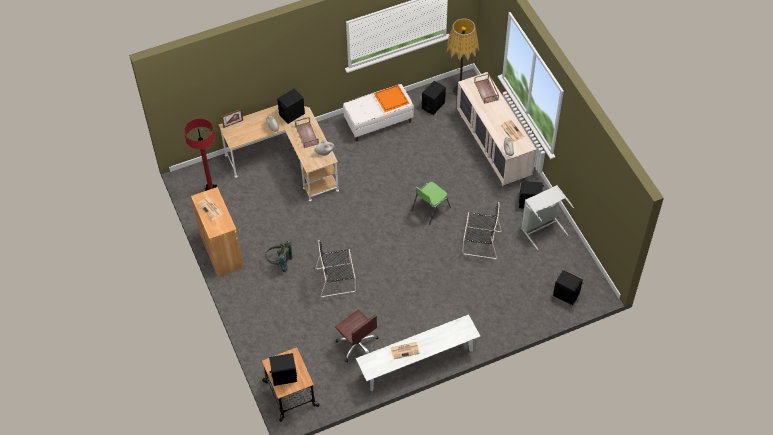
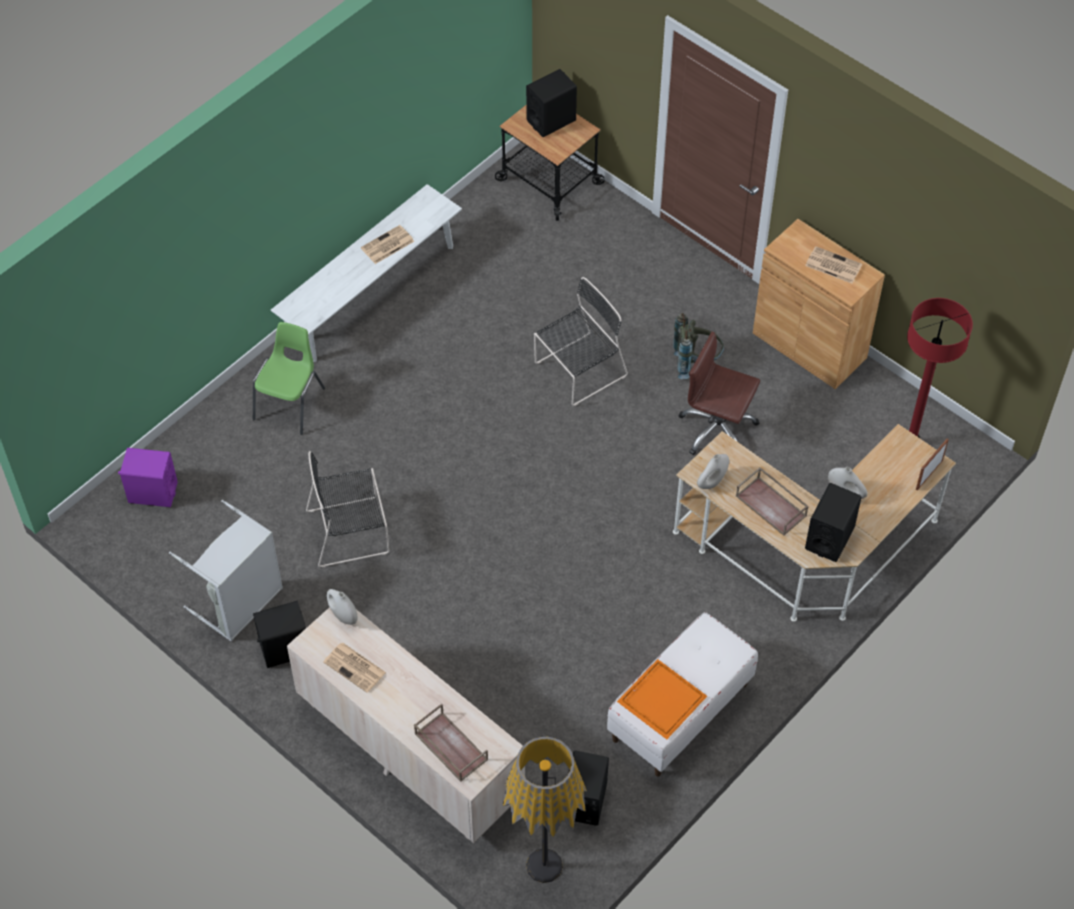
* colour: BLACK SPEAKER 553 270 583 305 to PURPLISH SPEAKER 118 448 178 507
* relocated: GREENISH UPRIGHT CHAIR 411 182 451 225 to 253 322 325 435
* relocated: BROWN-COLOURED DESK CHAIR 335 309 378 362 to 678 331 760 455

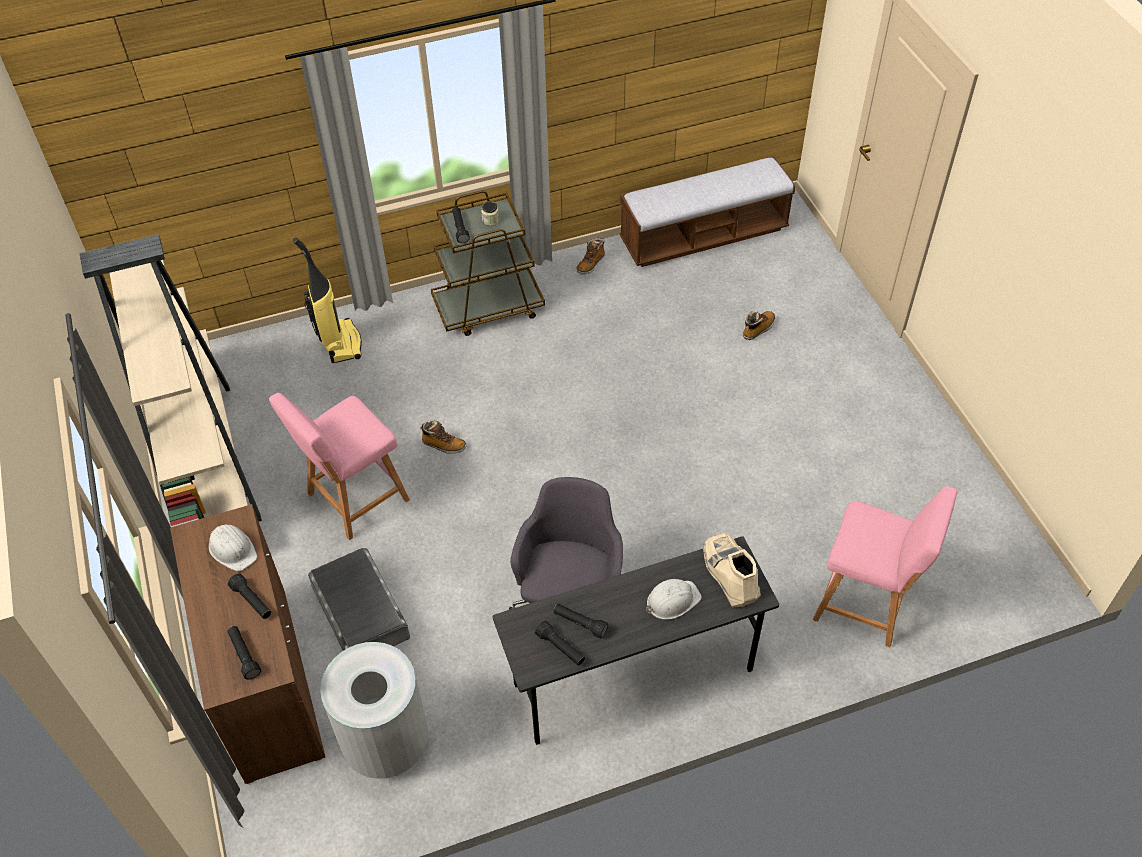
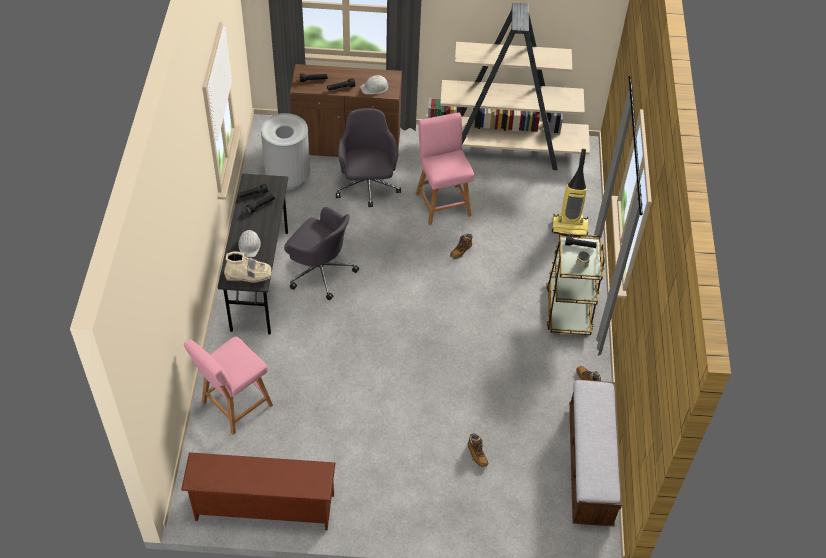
* appeared: BROWN-COLOURED SHOE RACK 181 452 335 530
* exchanged: GRAY STORAGE BIN 308 548 410 651 to GRAY DESK CHAIR 336 108 401 207

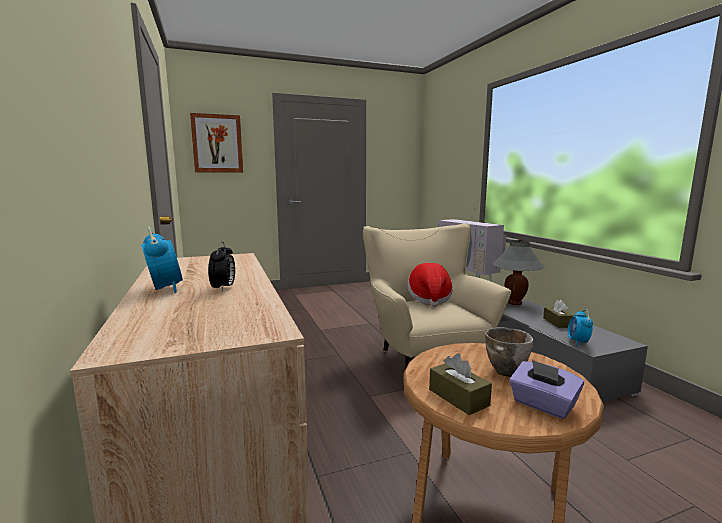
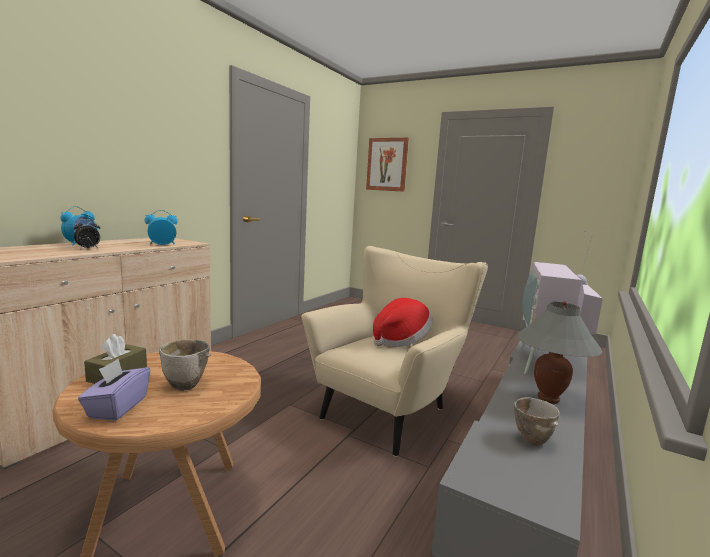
* relocated: TABLE CLOCK 568 310 593 346 to 145 210 178 245
* exchanged: BROWN-COLOURED TISSUE HOLDER 543 300 573 328 to BOWL 514 398 560 446

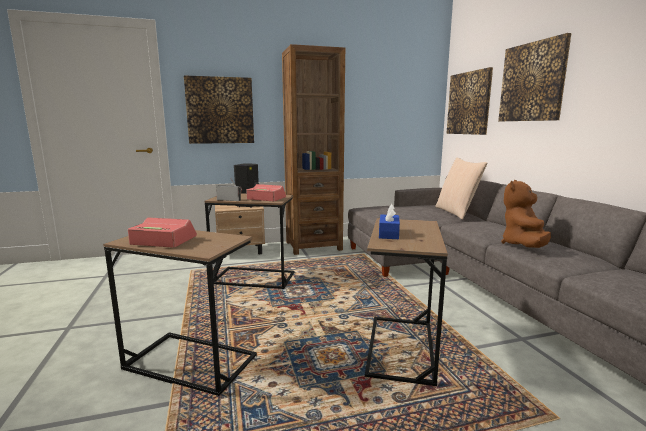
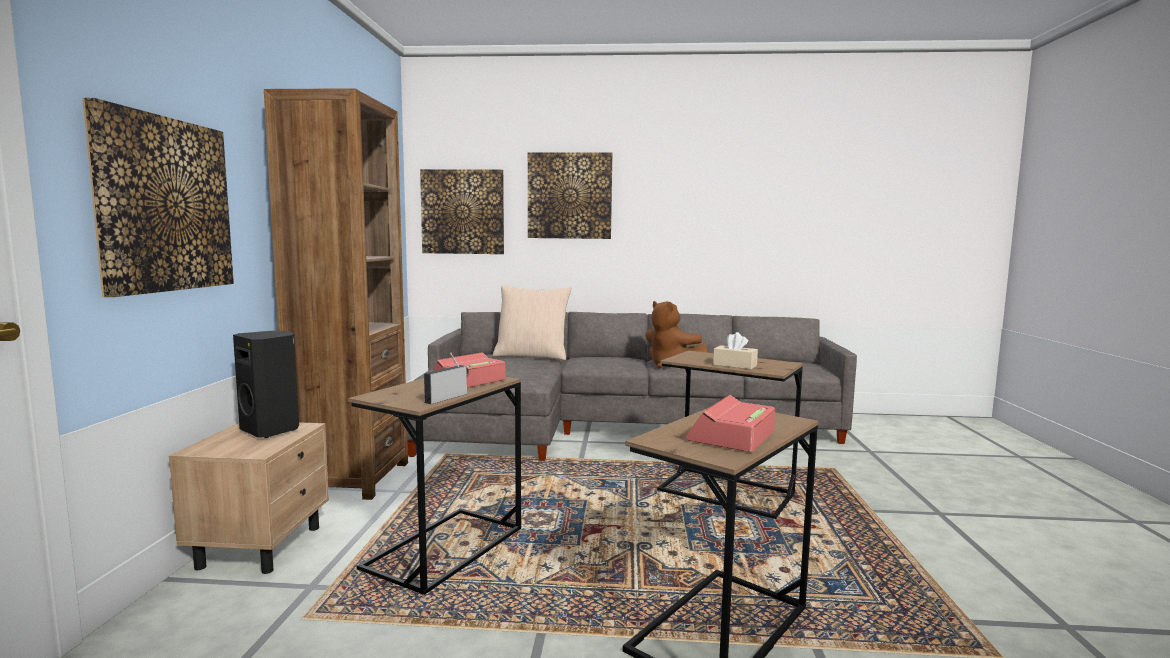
* colour: BLUISH TISSUE HOLDER 379 204 400 239 to BEIGE TISSUE HOLDER 713 332 758 369

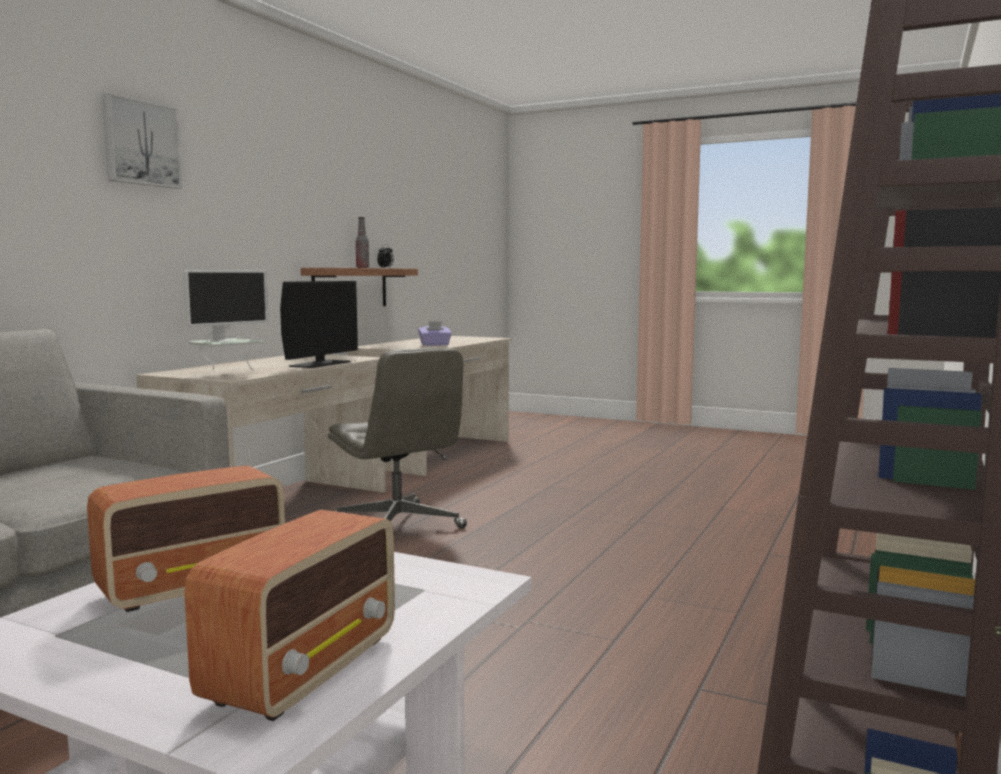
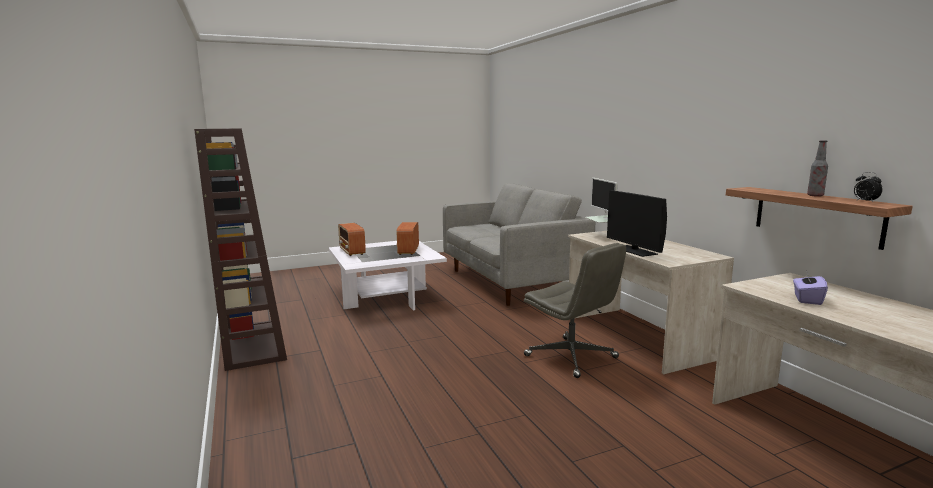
* spun: GRAY DESK CHAIR 328 348 467 529 = 524 243 626 378 135 degrees counterclockwise
* missing: WALL ART 102 93 182 189

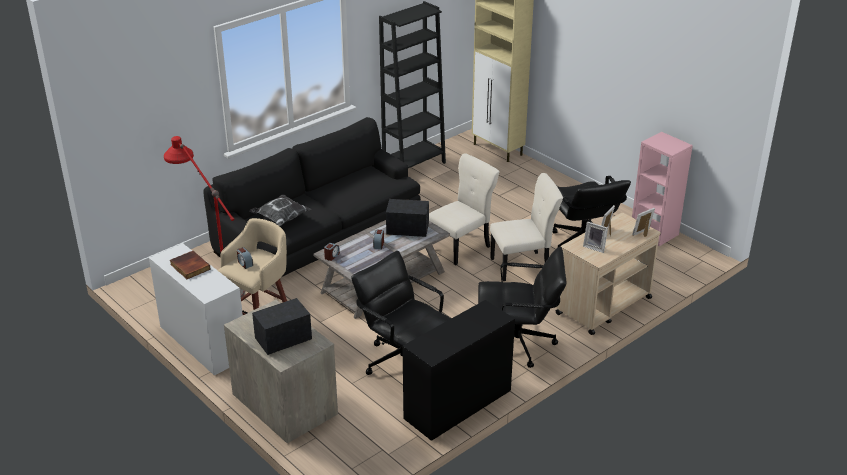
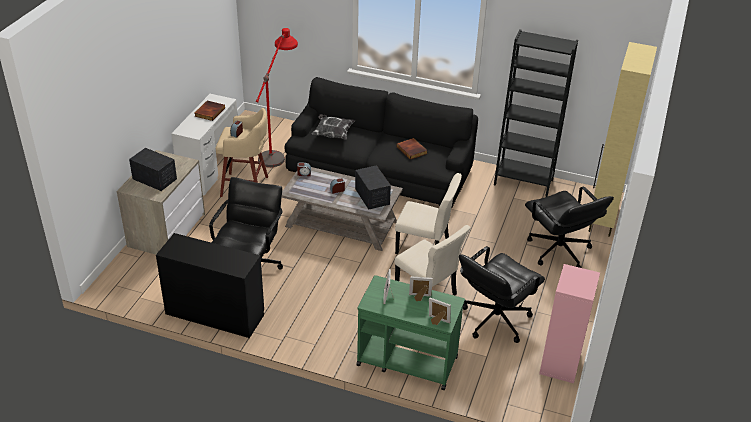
* colour: BEIGE CART 555 213 661 335 to GREENISH CART 356 275 465 390
* appeared: VOLUME 396 138 428 160
* relocated: BLACK DESK CHAIR 478 247 566 368 to 525 187 614 268

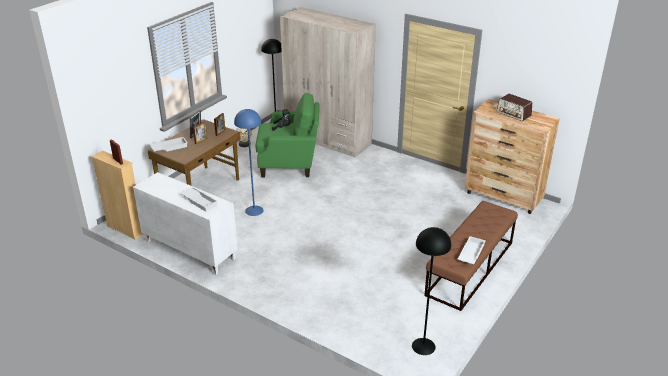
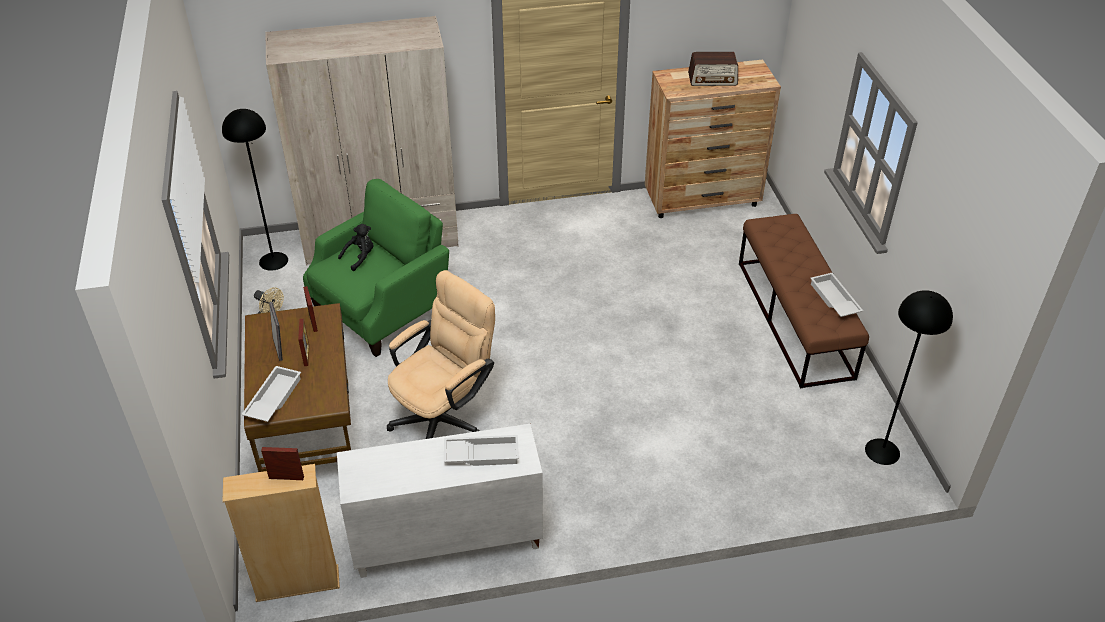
* exchanged: BLUISH STANDARD LAMP 234 109 264 216 to BEIGE DESK CHAIR 387 270 495 439

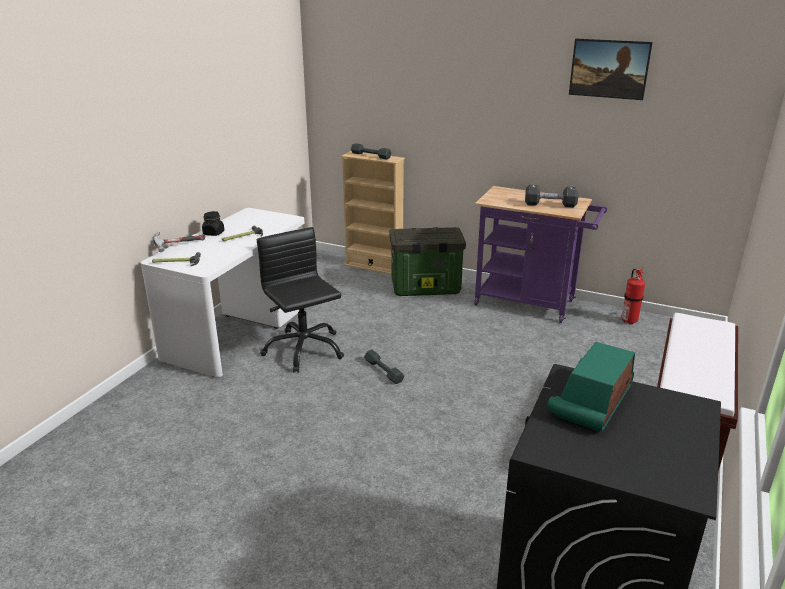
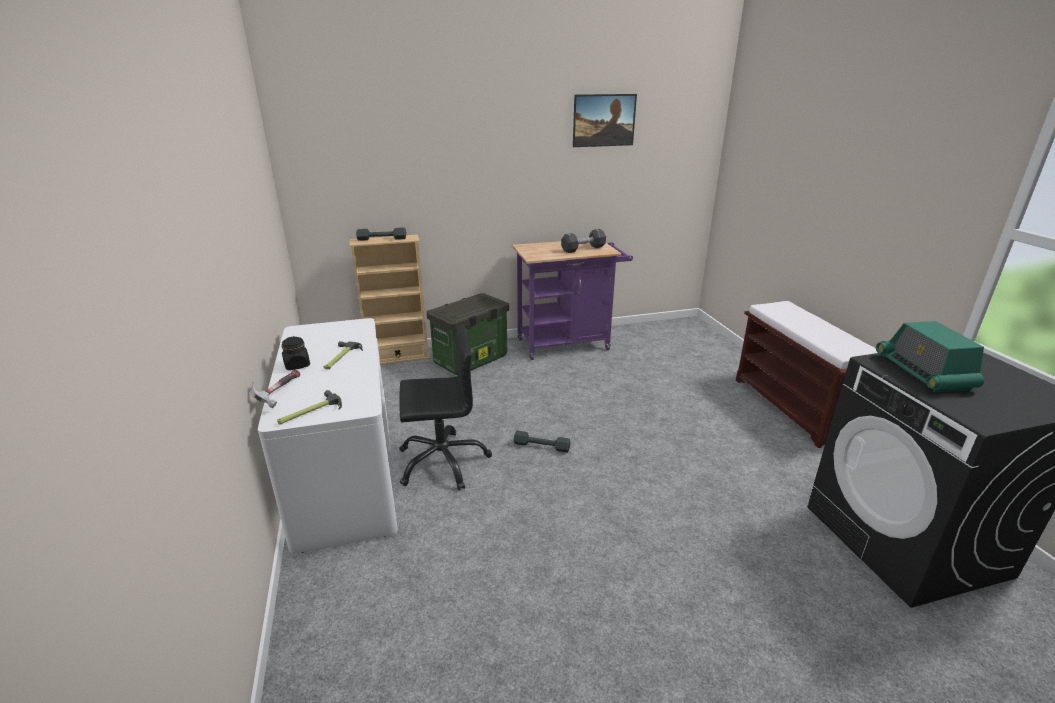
* spun: BLACK DESK CHAIR 257 227 344 373 = 399 324 492 490 150 degrees clockwise
* missing: EXTINGUISHER 621 267 645 324

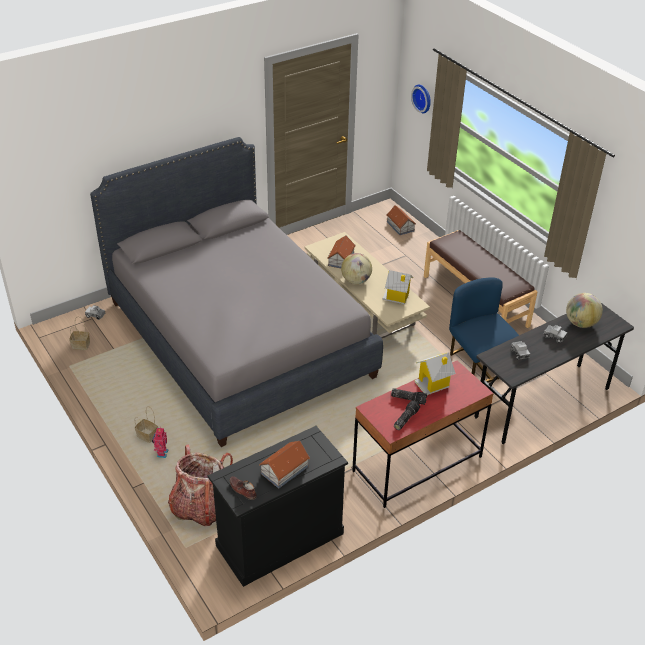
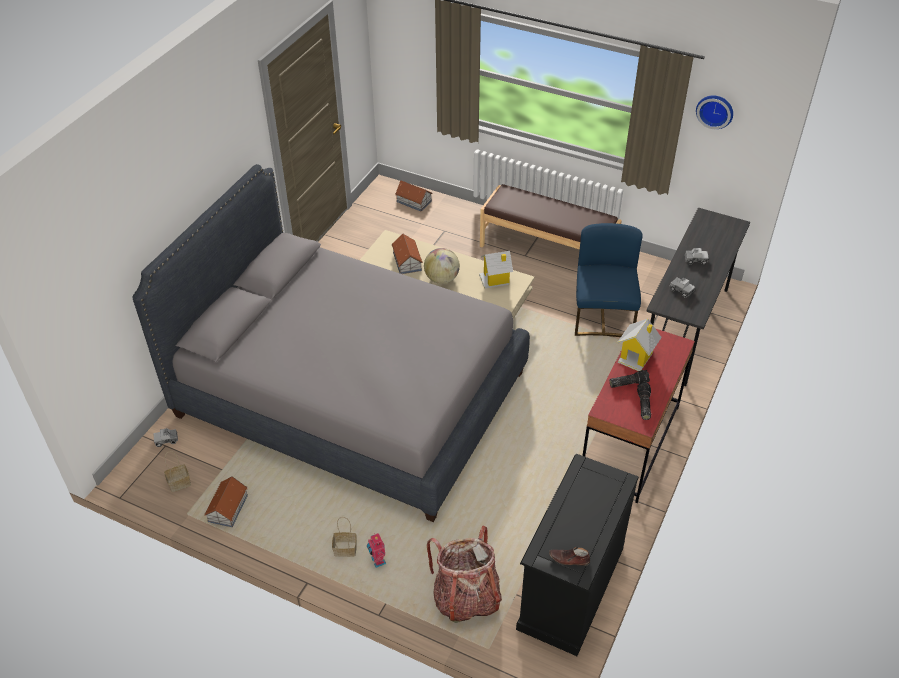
* relocated: MODEL HOUSE 259 441 310 489 to 204 476 248 527
* spun: BLUISH UPRIGHT CHAIR 449 277 519 382 = 575 223 643 337 60 degrees clockwise
* relocated: HANGING CLOCK 411 85 431 113 to 696 95 733 129
* missing: GLOBE 566 293 603 328

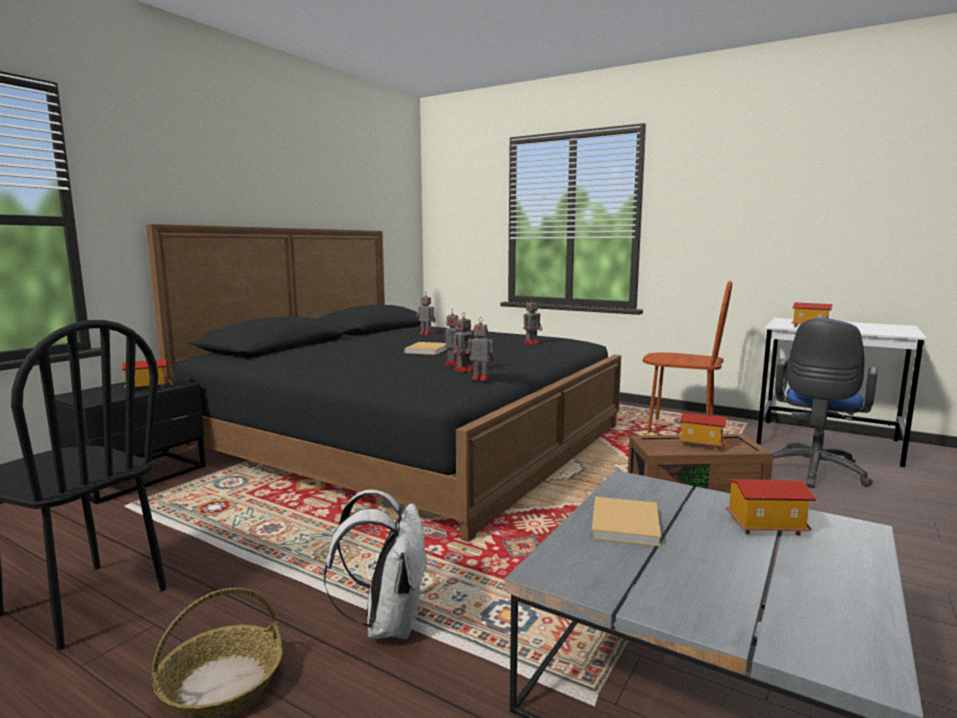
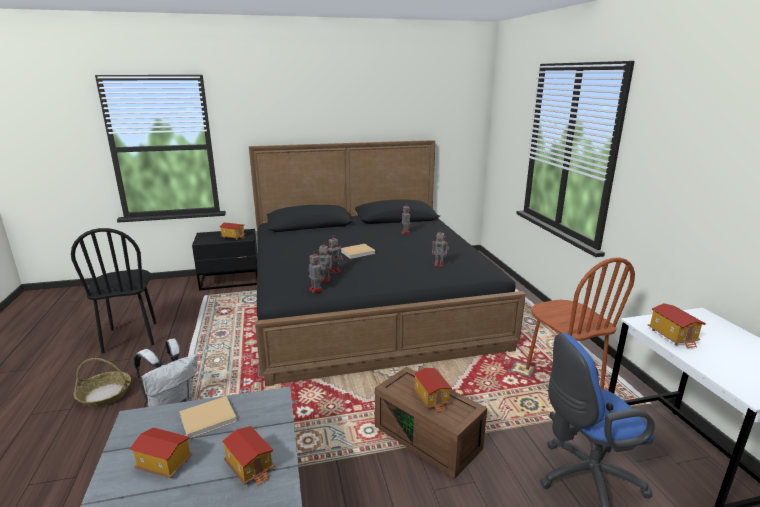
* appeared: MODEL HOUSE 129 427 193 478

